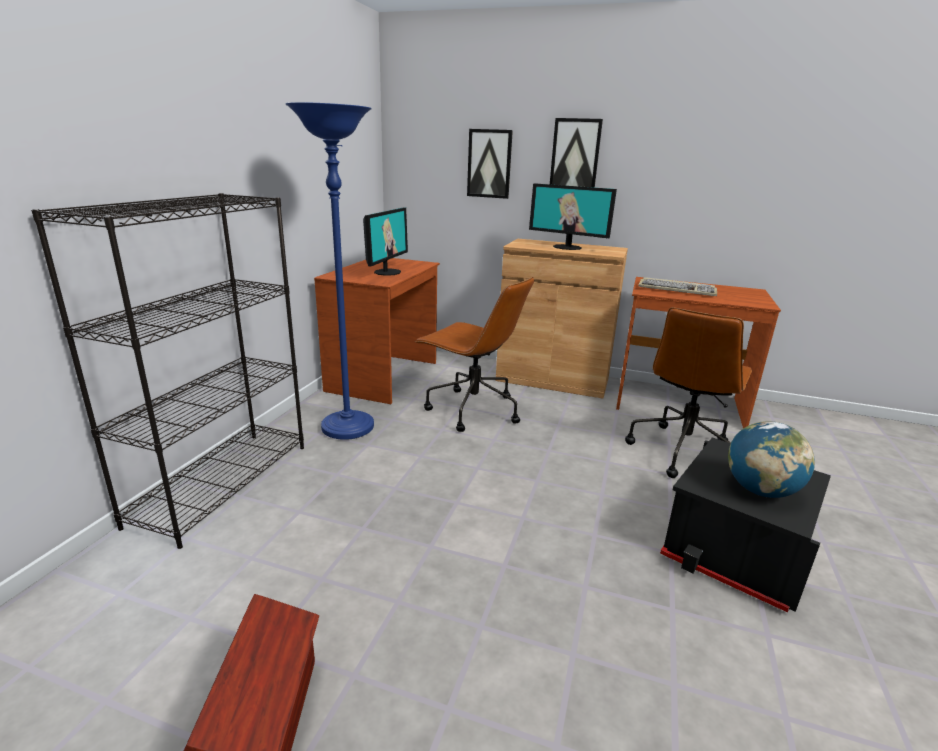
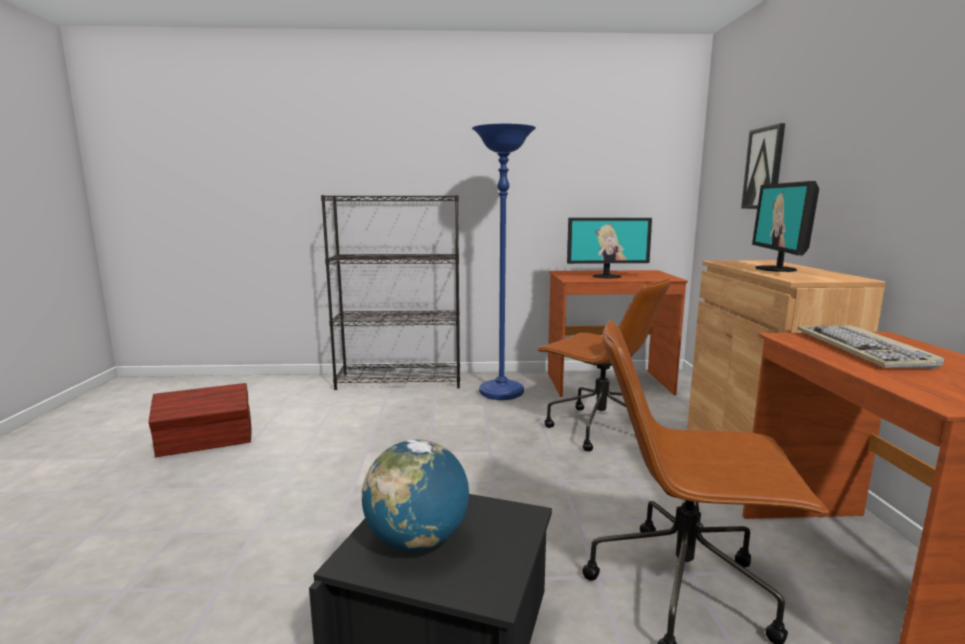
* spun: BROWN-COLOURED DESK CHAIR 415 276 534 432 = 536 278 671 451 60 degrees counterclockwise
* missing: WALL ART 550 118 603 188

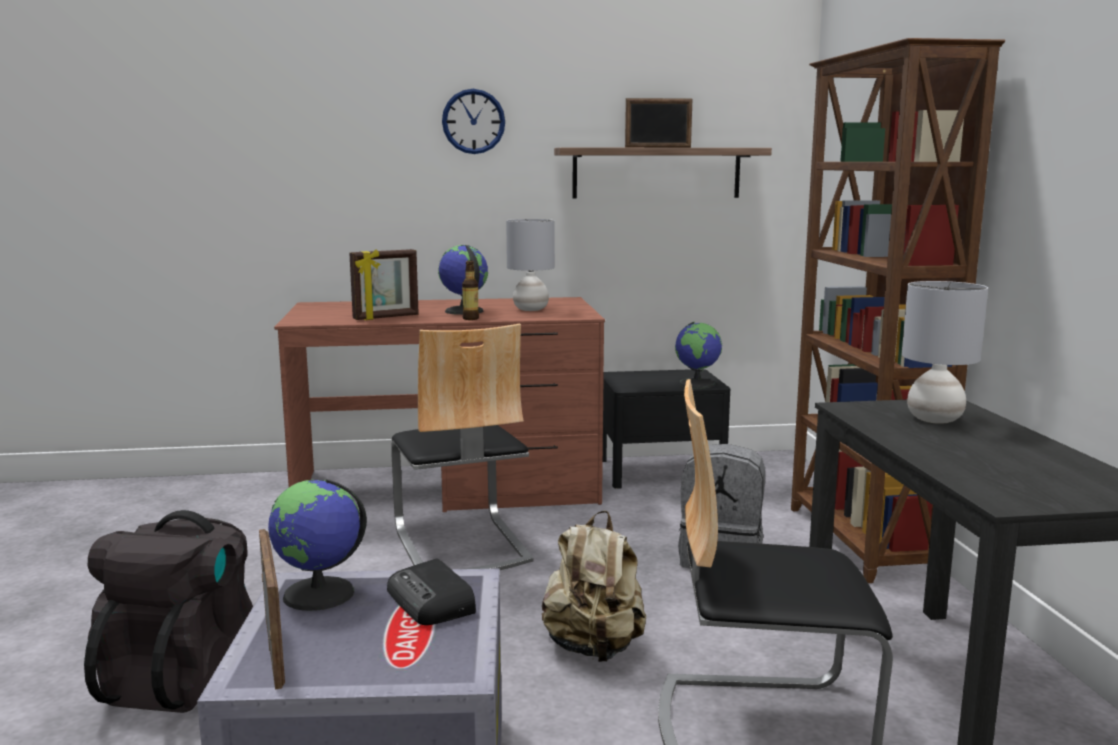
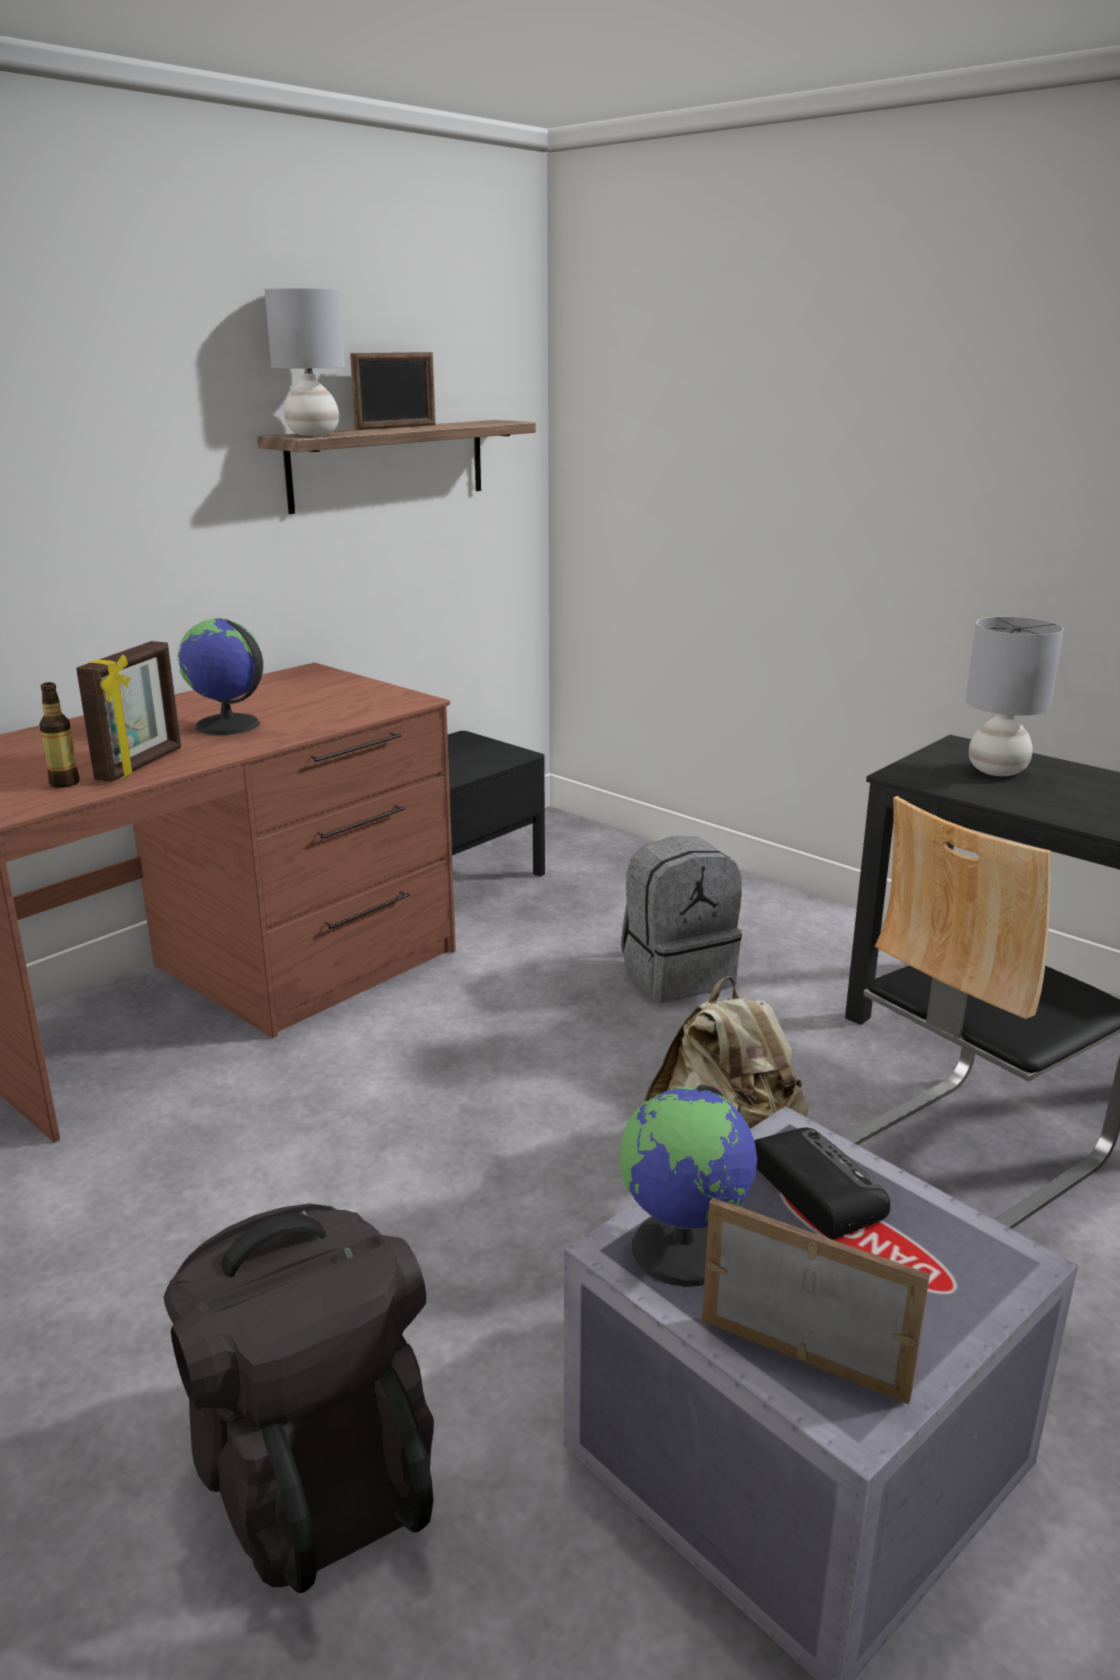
* relocated: BOTTLE 462 260 479 320 to 39 682 80 788
* relocated: GRAY TABLETOP LAMP 506 219 555 311 to 265 288 345 436
* spun: RADIO SET 387 558 476 625 = 754 1128 890 1240 135 degrees counterclockwise
* missing: UPRIGHT CHAIR 391 323 534 570
* missing: HANGING CLOCK 442 89 505 154
* missing: GLOBE 675 322 722 388
* missing: BROWN-COLOURED BOOKCASE 791 38 1005 583

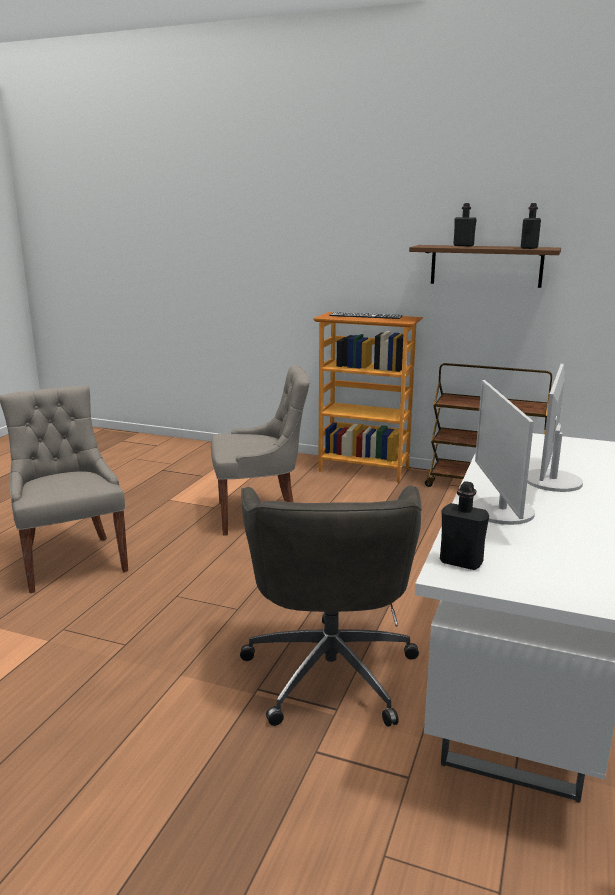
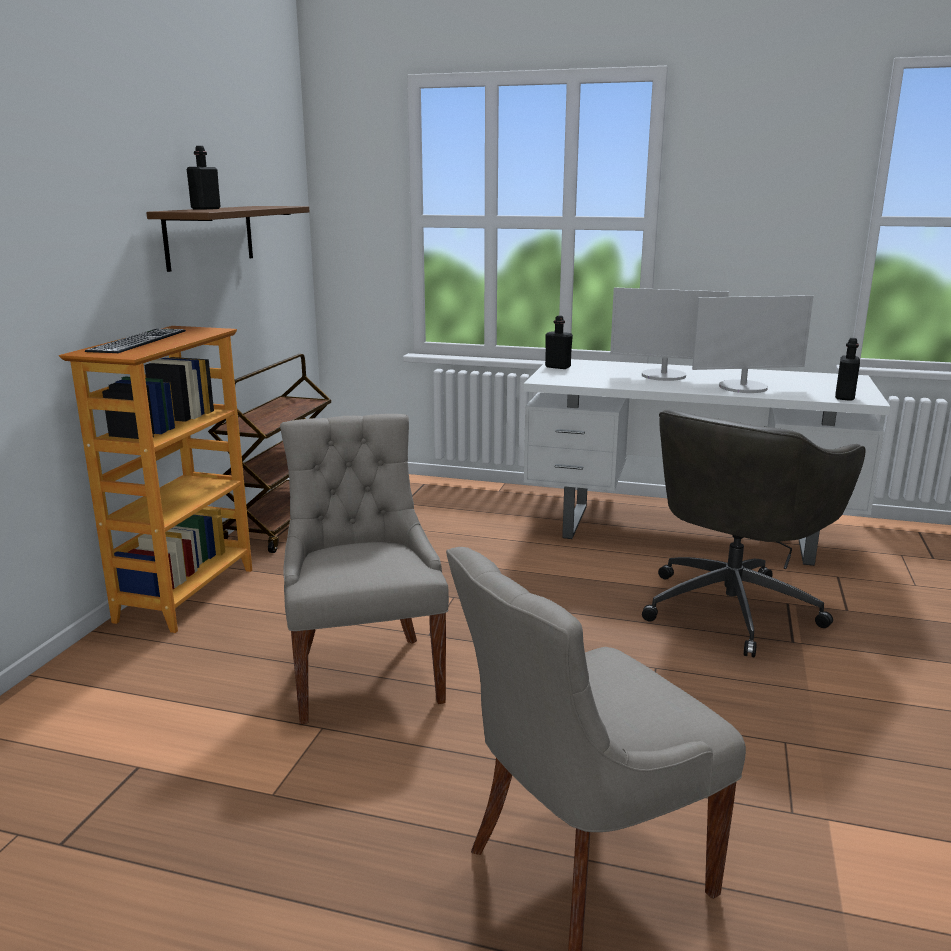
* relocated: BLACK BOTTLE 521 203 541 249 to 545 316 573 369
* spun: GRAY DESK CHAIR 240 486 422 727 = 642 409 866 657 135 degrees clockwise

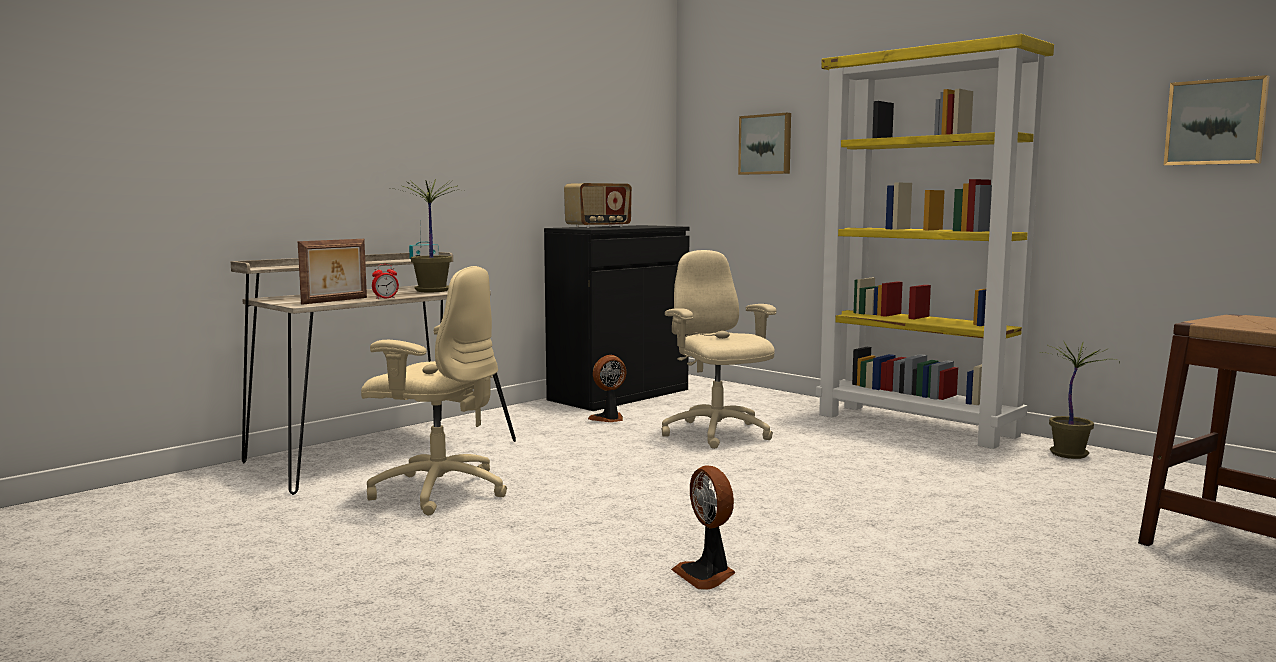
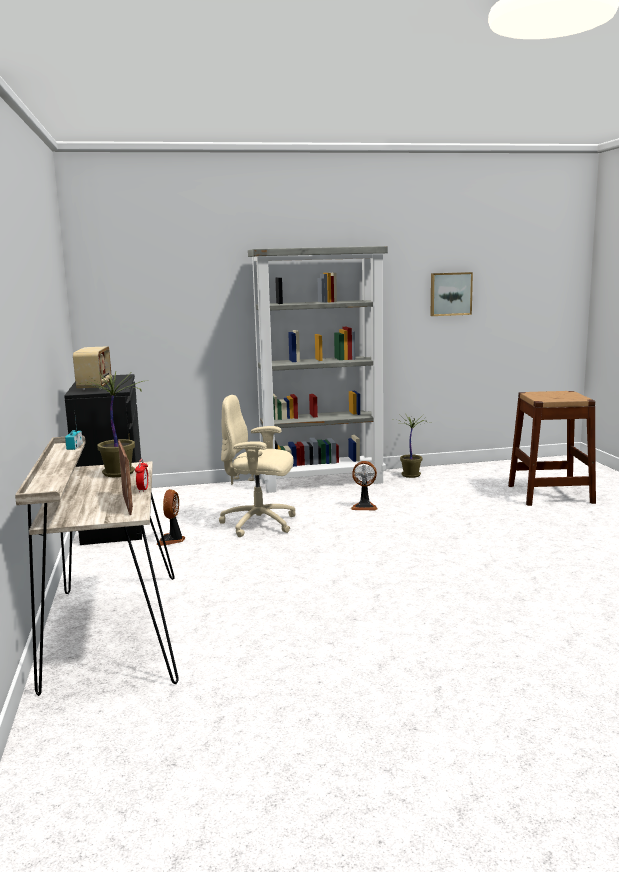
* colour: YELLOW BOOKCASE 816 34 1054 449 to GRAY BOOKCASE 248 246 388 493
* relocated: COOLING FAN 671 466 735 590 to 351 461 378 510
* missing: BEIGE DESK CHAIR 361 266 507 515
* missing: WALL ART 738 113 791 175

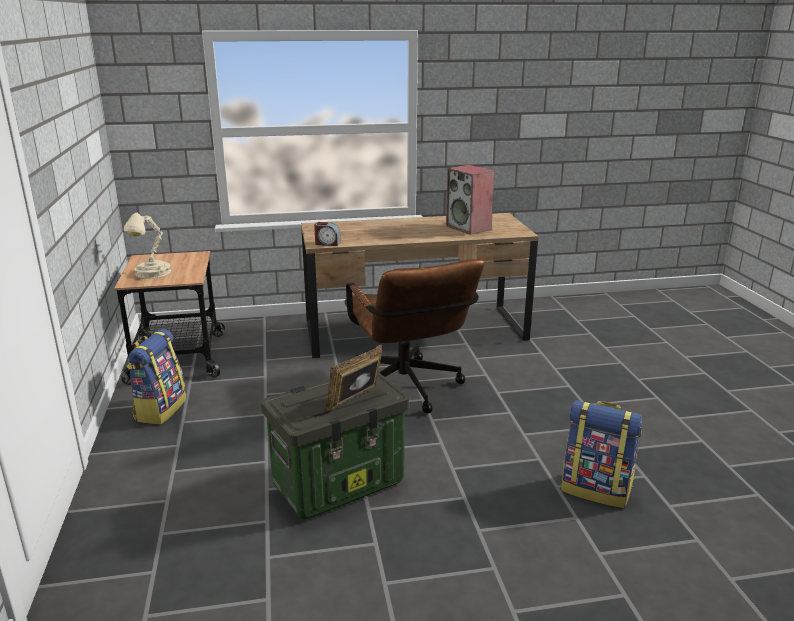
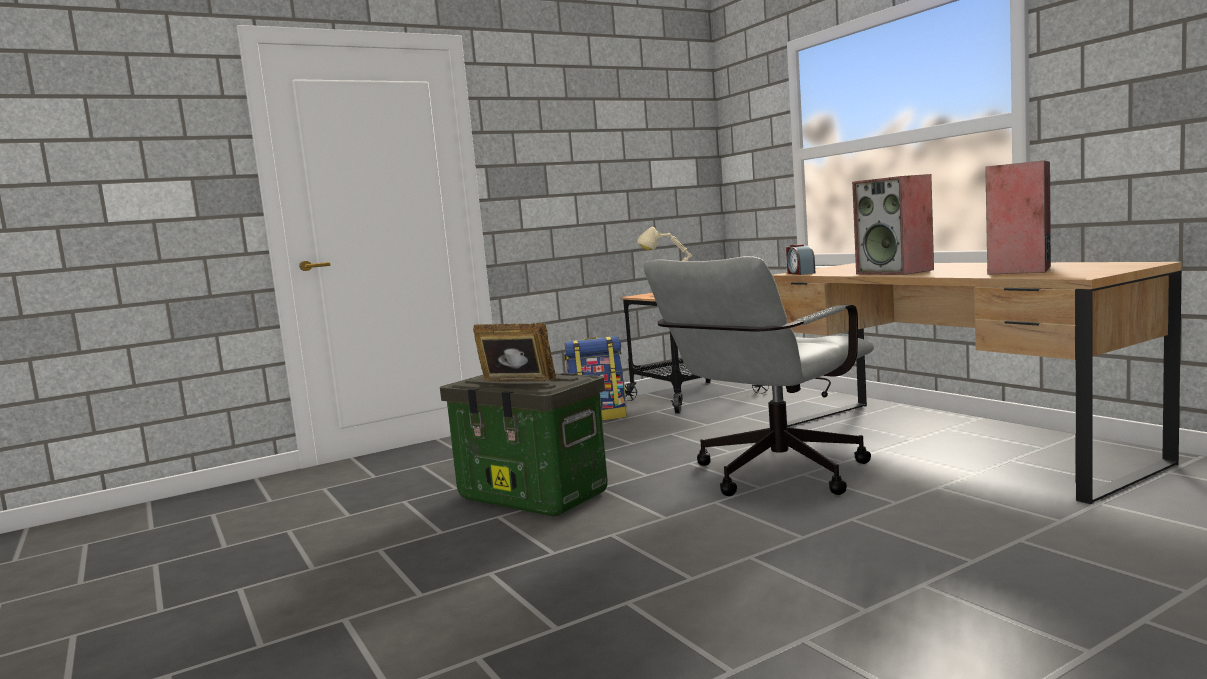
* colour: BROWN-COLOURED DESK CHAIR 345 259 484 413 to GRAY DESK CHAIR 643 256 874 496
* appeared: SPEAKER 852 174 934 275
* missing: RUCKSACK 561 400 642 508

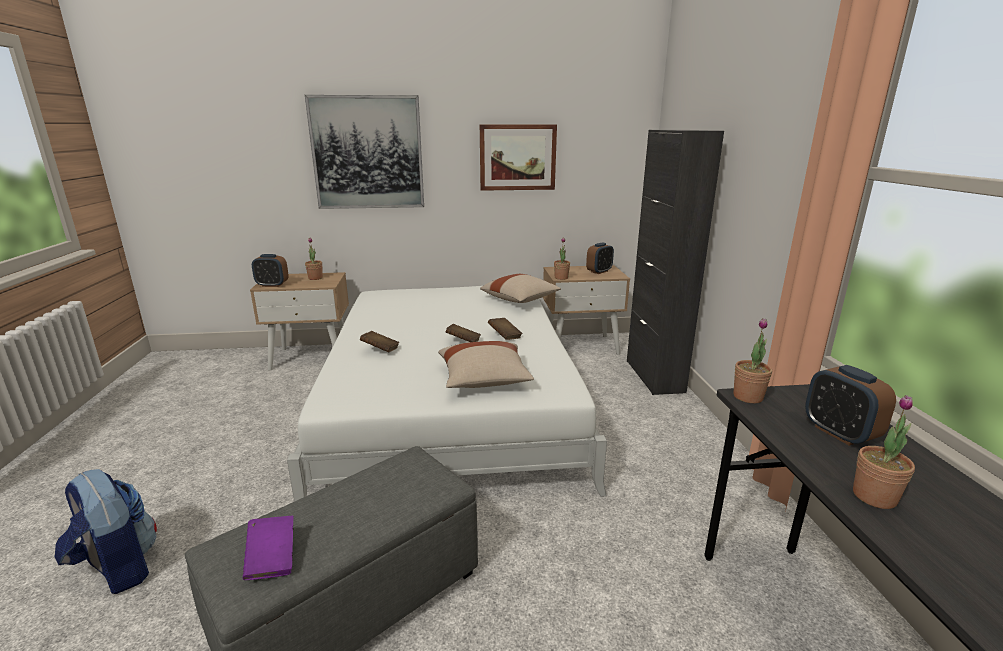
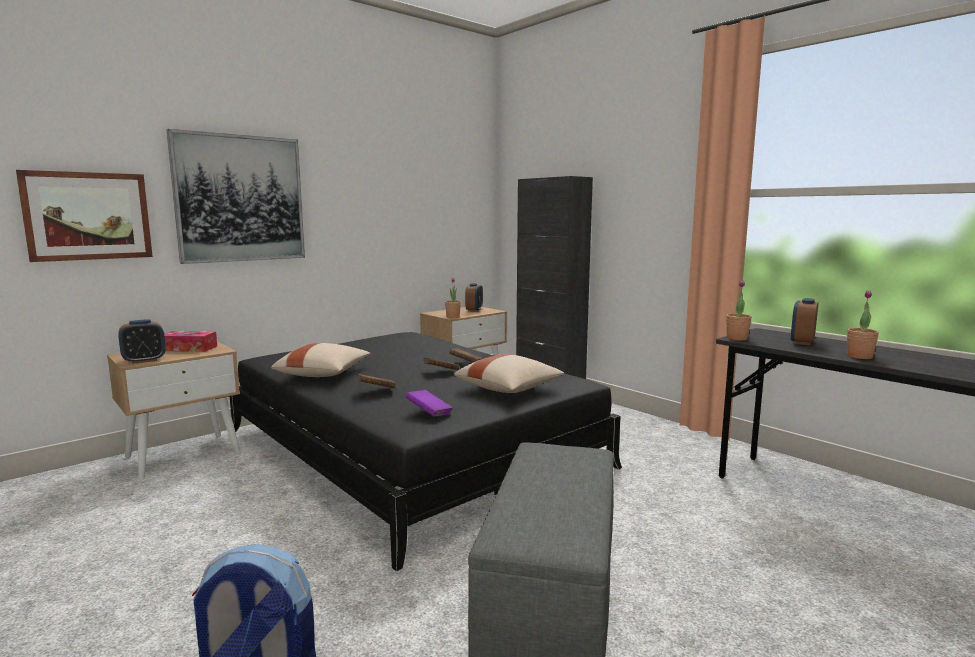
* relocated: WALL ART 480 125 557 191 to 16 170 153 262
* exchanged: HOUSEPLANT 305 237 323 280 to TISSUE HOLDER 164 331 217 352
* colour: WHITE-COLOURED BEDROOM BED 287 286 607 502 to BLACK BEDROOM BED 230 332 622 571
* relocated: BEIGE PILLOW 480 274 561 303 to 271 343 371 377
* relocated: PURPLISH VOLUME 243 516 293 580 to 406 390 452 417
* spun: TABLE CLOCK 805 365 896 446 = 791 298 818 345 90 degrees clockwise

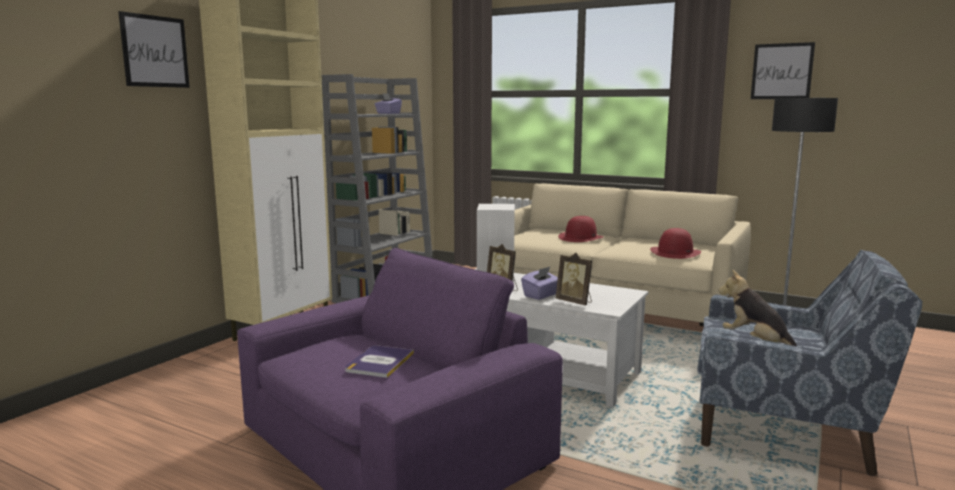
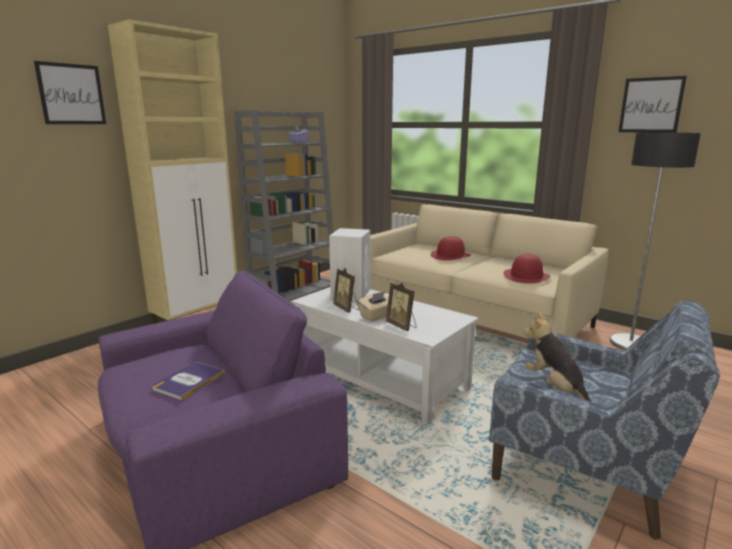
* colour: PURPLISH TISSUE HOLDER 521 266 558 300 to BEIGE TISSUE HOLDER 358 291 389 321

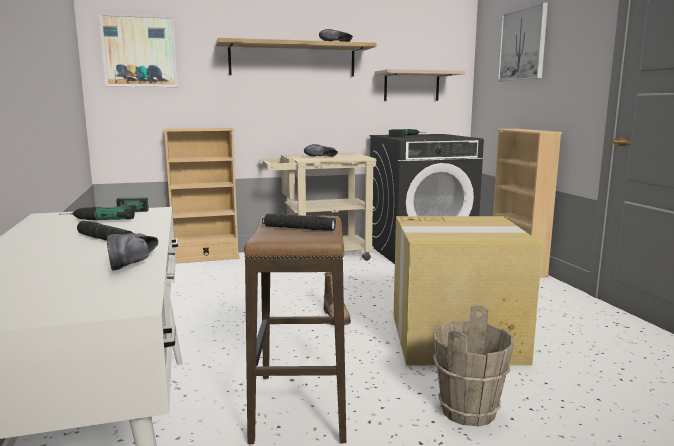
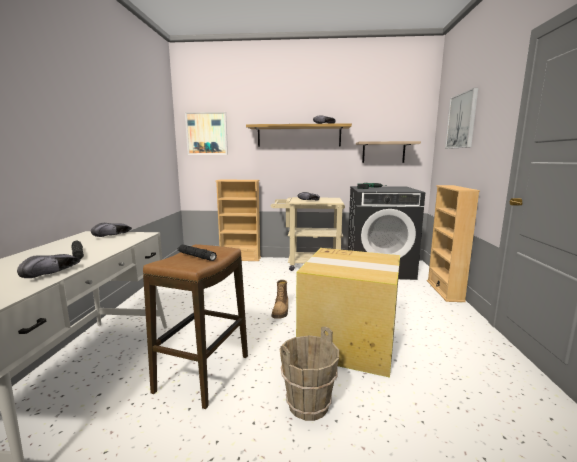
* exchanged: DRILL 60 197 149 220 to BLACK LOW SHOE 91 223 132 237

